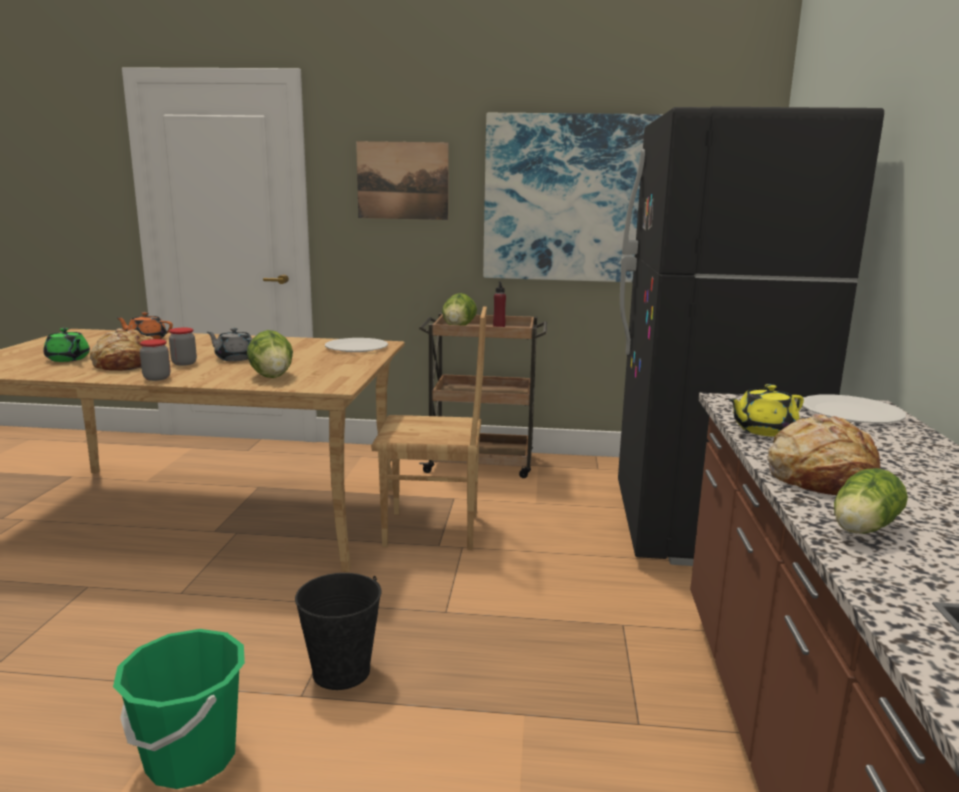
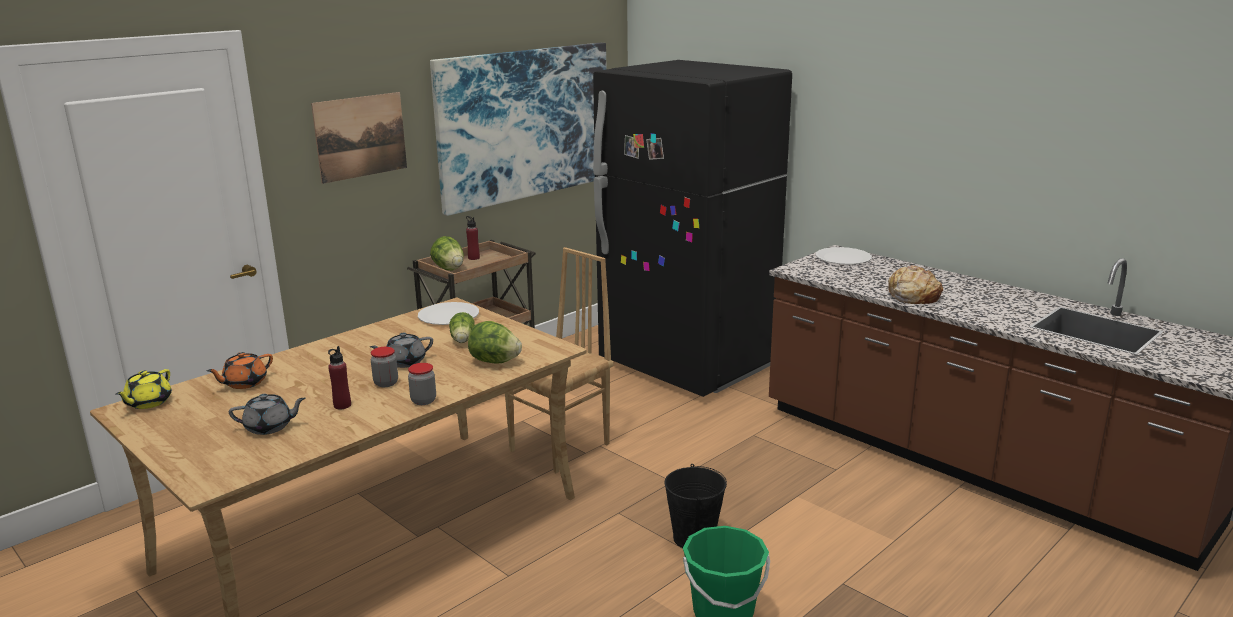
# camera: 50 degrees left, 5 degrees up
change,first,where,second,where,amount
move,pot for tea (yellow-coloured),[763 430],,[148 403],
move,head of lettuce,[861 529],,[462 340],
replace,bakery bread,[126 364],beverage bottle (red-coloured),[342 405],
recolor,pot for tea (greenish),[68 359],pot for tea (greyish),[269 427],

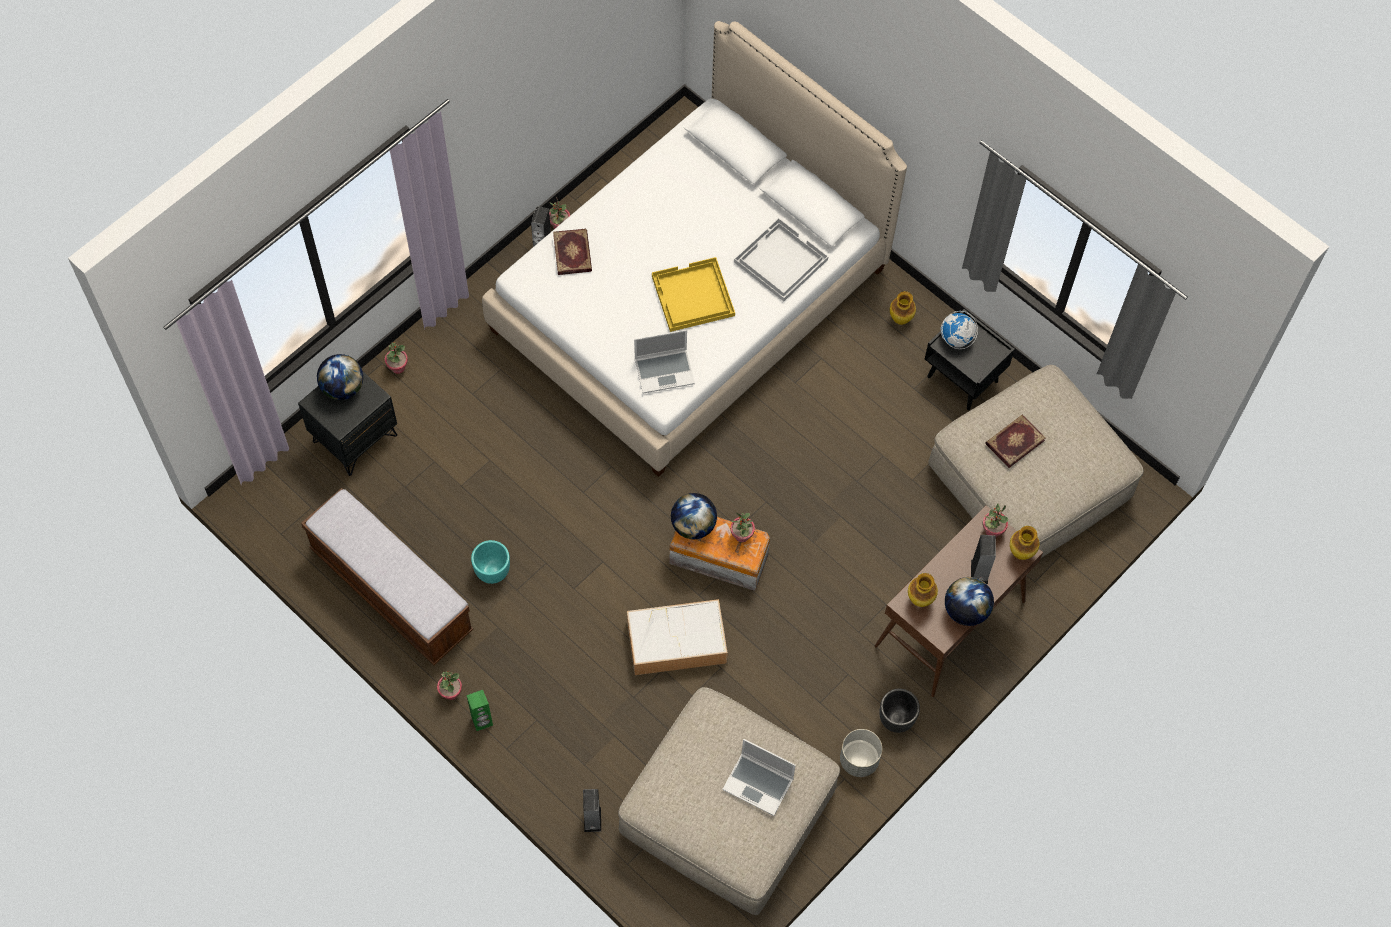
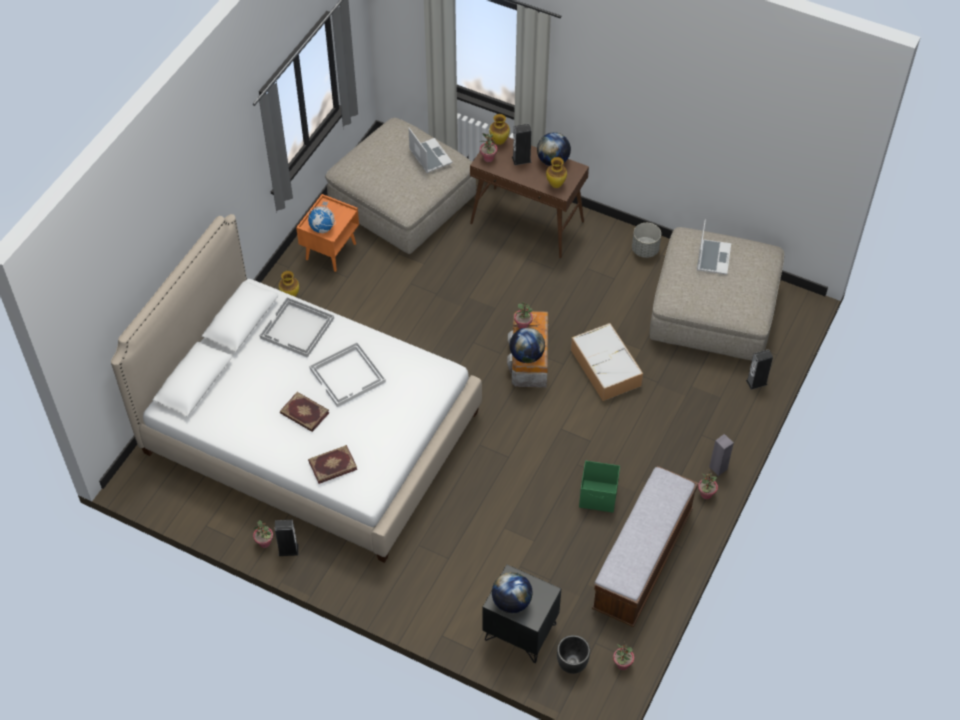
# camera: 105 degrees left, 10 degrees down
change,first,where,second,where,amount
move,potted plant,[397 367],,[622 664],
move,portable computer,[665 371],,[429 156],
move,planter (blackish),[896 718],,[572 663],
move,bound book,[1014 441],,[304 413],
replace,planter (turquoise),[492 572],storage bin (greenish),[598 496],
recolor,speaker (greenish),[482 721],speaker (greyish),[718 468],
recolor,tray (yellow-coloured),[692 296],tray (white-coloured),[348 375],
recolor,nightstand (blackish),[963 379],nightstand (orange-coloured),[330 251],

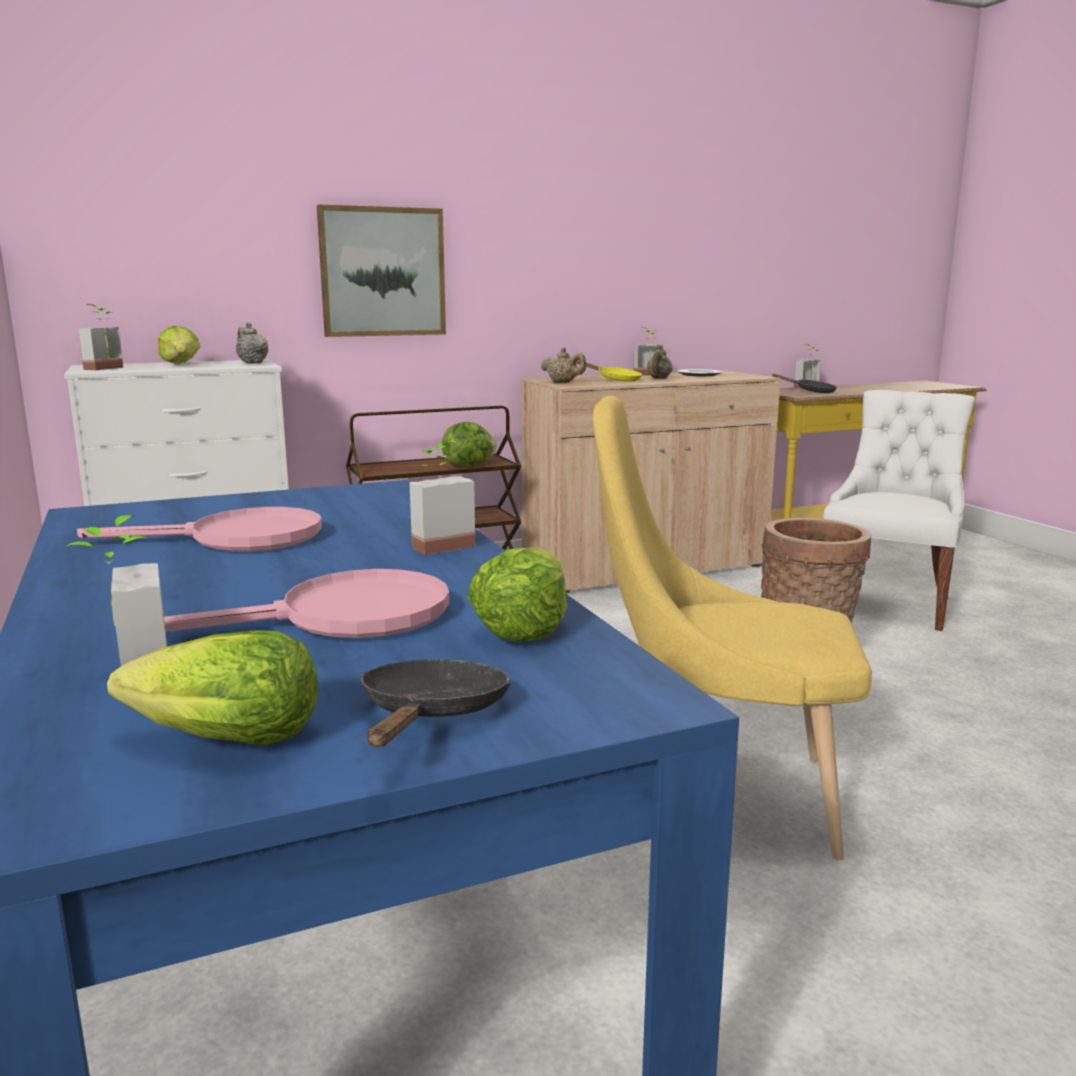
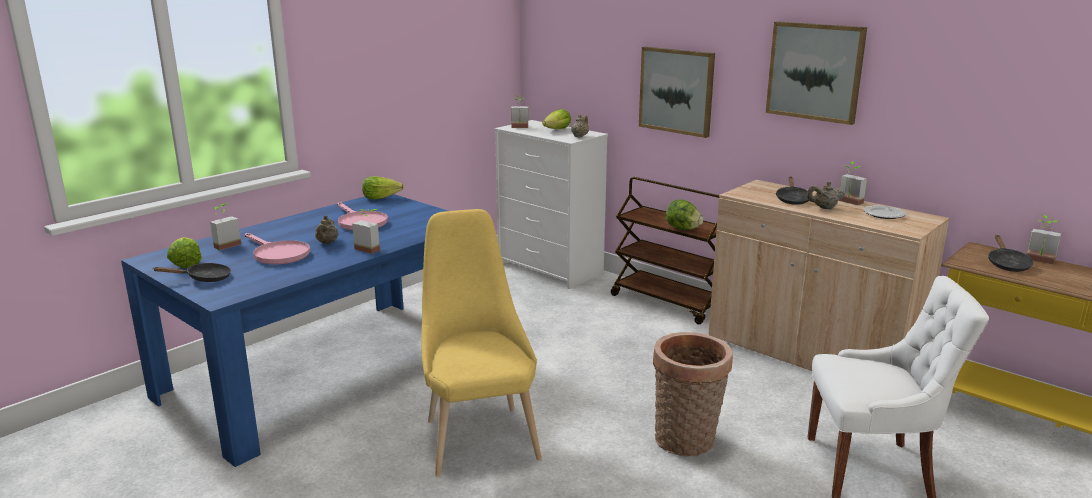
# camera: 65 degrees right, 5 degrees up
change,first,where,second,where,amount
insert,,,picture,[815 71],
move,head of lettuce,[523 627],,[381 198],
move,pot for tea (sand-coloured),[563 383],,[327 243],
recolor,frying pan (yellow-coloured),[615 380],frying pan (blackish),[792 199],

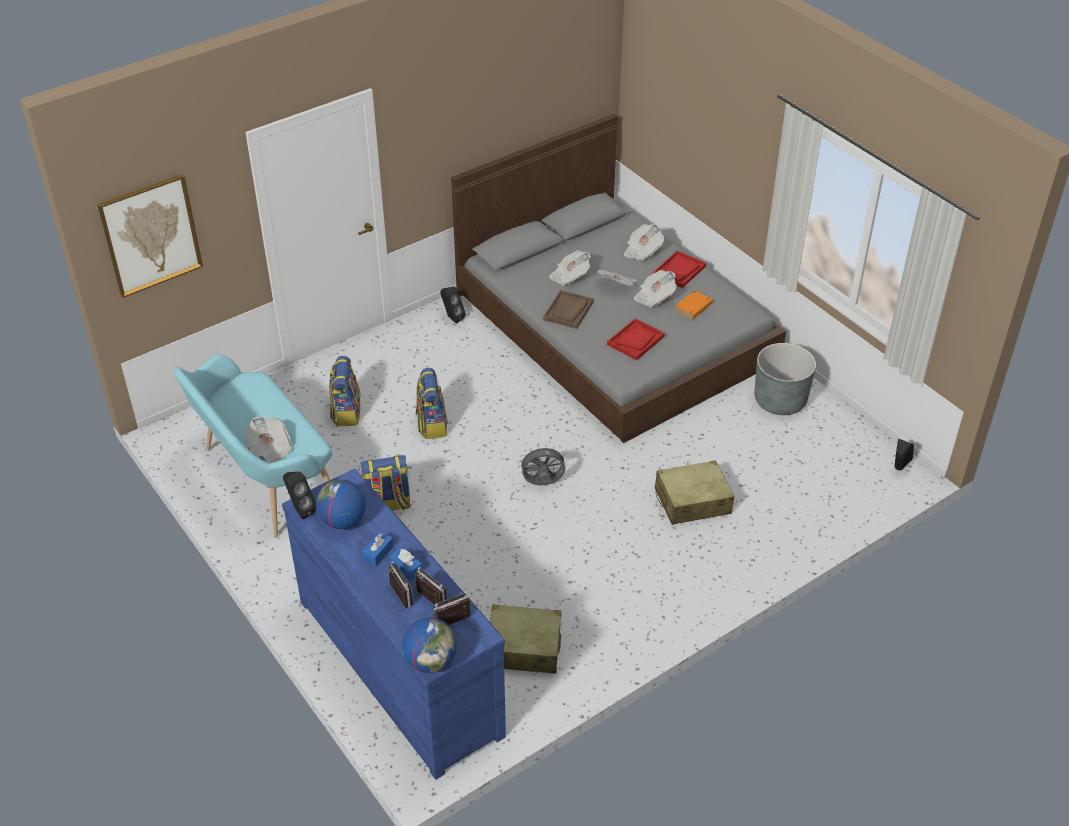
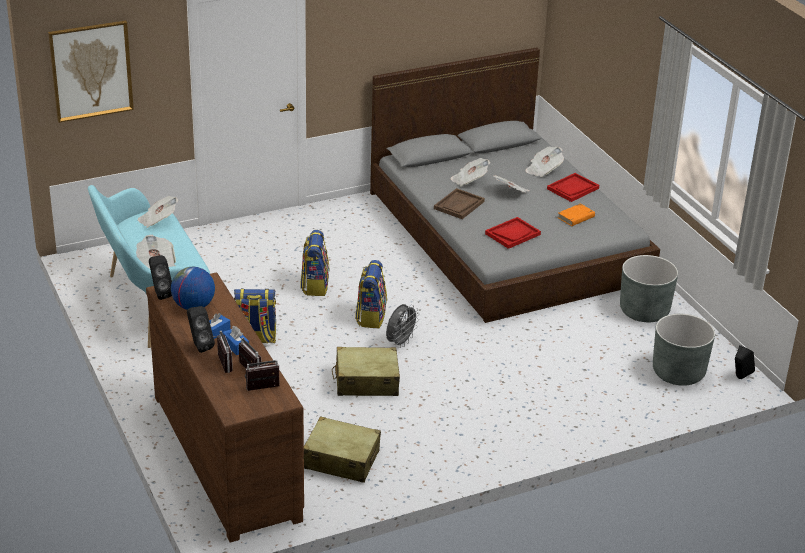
# camera: 10 degrees right, 10 degrees down
change,first,where,second,where,amount
delete,globe,[431 661],,,
insert,,,planter (greyish),[678 372],
move,rucksack,[346 412],,[371 317],
move,speaker (blackish),[452 318],,[199 346],
move,daily paper,[654 297],,[158 220],
move,suitcase (sand-coloured),[692 501],,[366 381],
recolor,dresser (blue),[400 665],dresser (brown),[226 455],
rotate,electric fan (greyish),[543 484],,[400 342],120 degrees clockwise

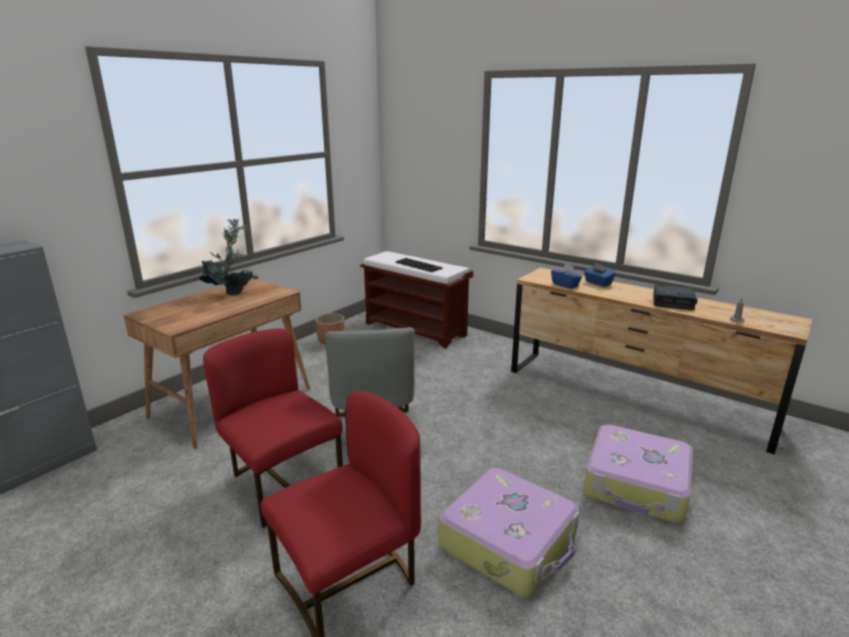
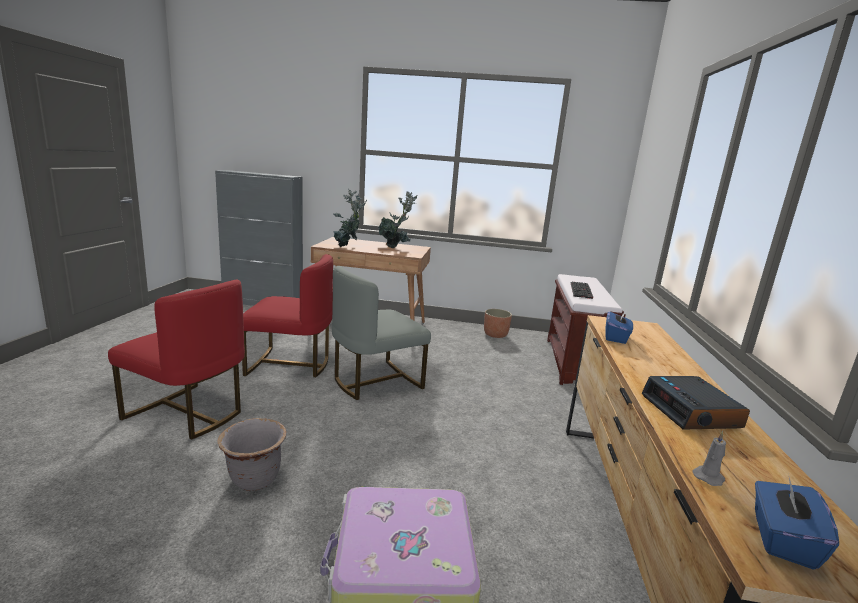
# camera: 60 degrees right, 5 degrees down
change,first,where,second,where,amount
insert,,,potted plant,[347 247],
move,tissue box (blue),[598 283],,[781 539],
replace,suitcase,[509 541],planter (greyish),[255 479],
rotate,upright chair (red-coloured),[282 482],,[290 364],75 degrees clockwise

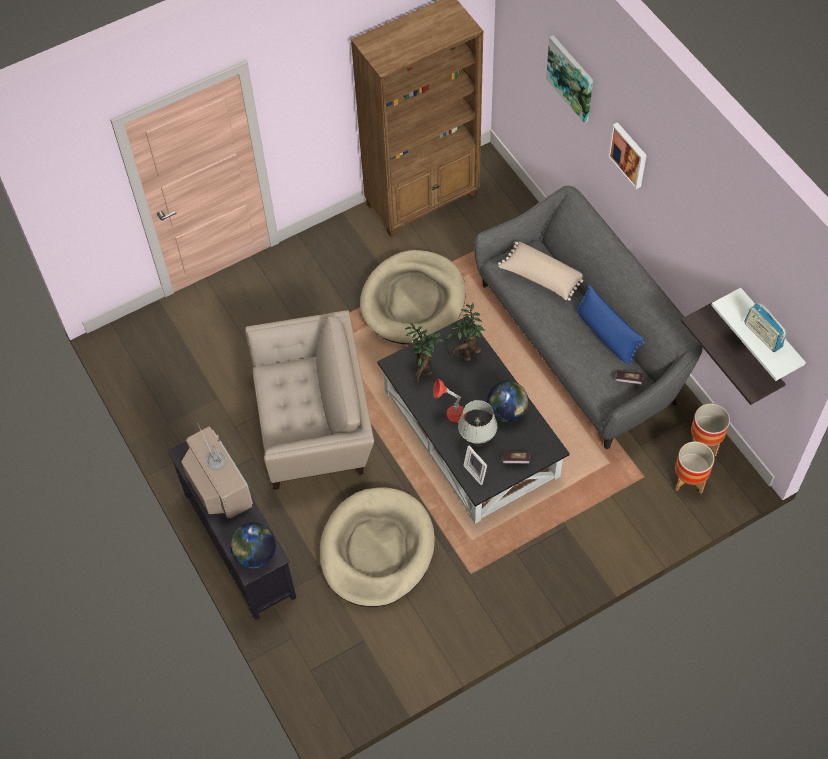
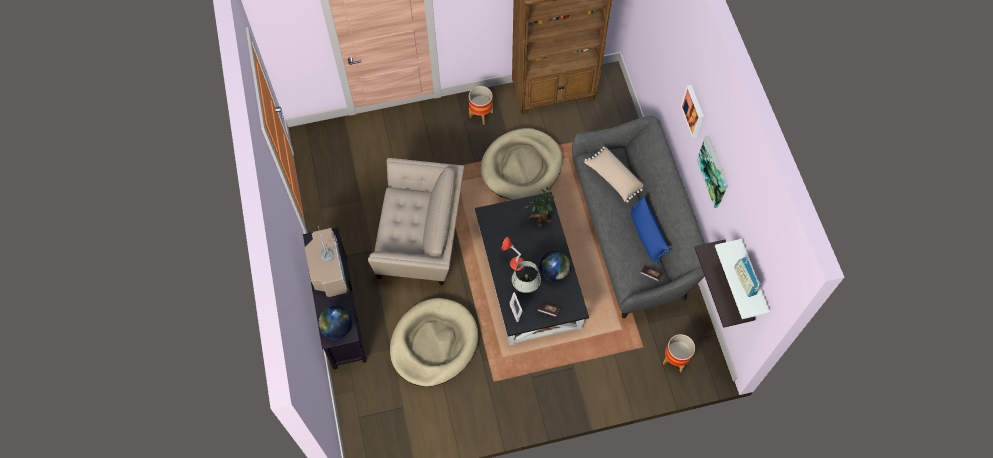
# camera: 15 degrees right, 5 degrees up
change,first,where,second,where,amount
delete,potted plant,[424 370],,,
move,picture,[571 78],,[714 171],
move,planter,[704 442],,[481 114],

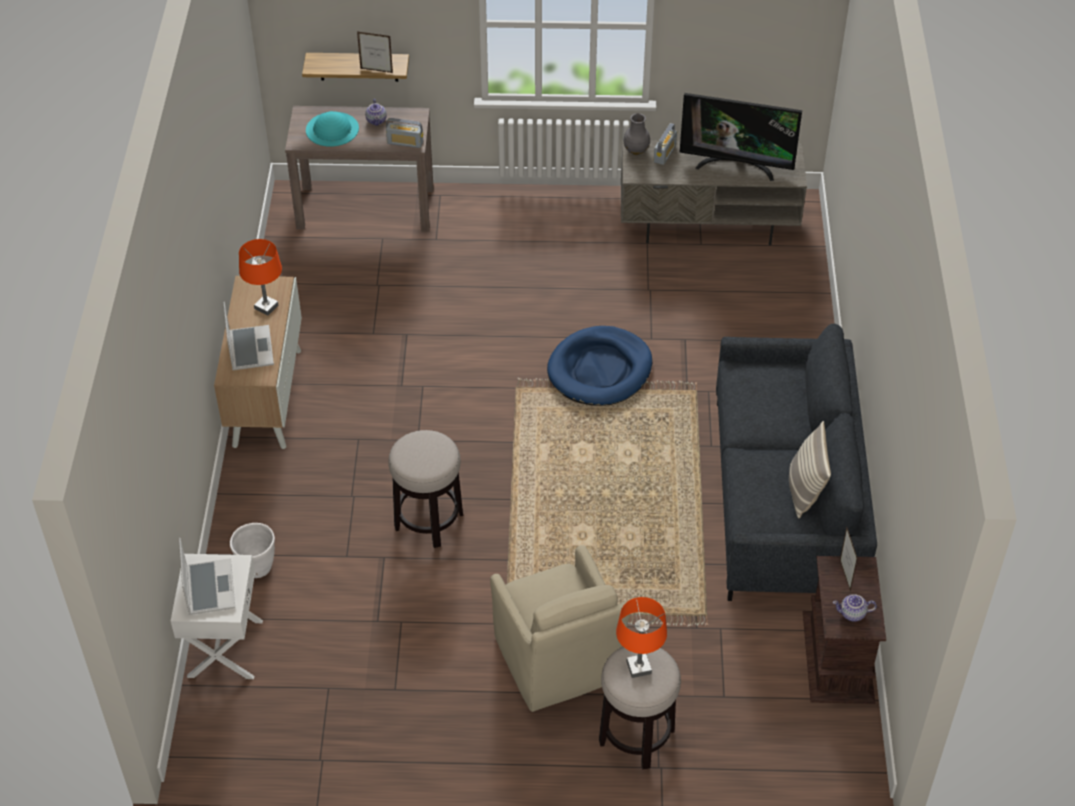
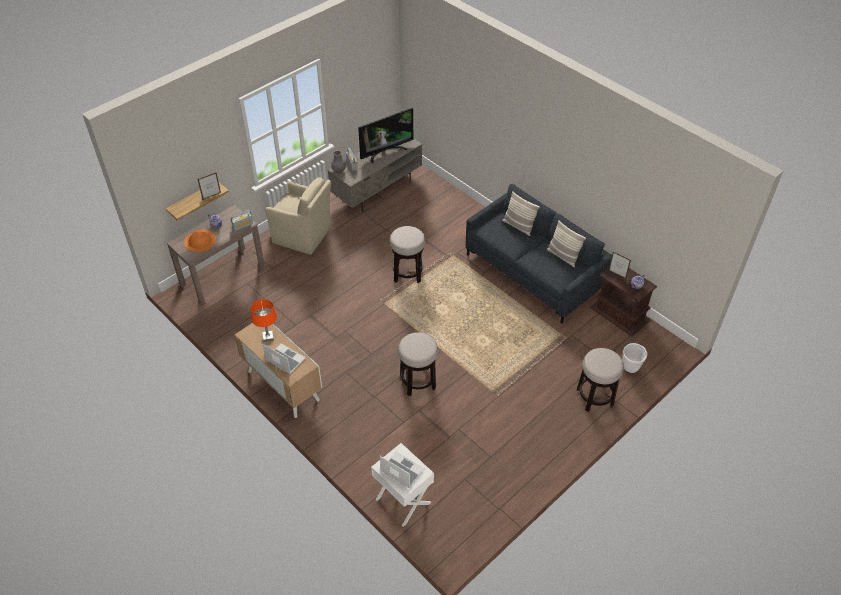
# camera: 45 degrees left, 0 degrees up
change,first,where,second,where,amount
delete,table lamp (orange-coloured),[638 668],,,
insert,,,throw pillow,[518 226],
move,planter (white-coloured),[257 568],,[630 368],
move,armchair (sand-coloured),[557 663],,[303 236],
replace,dog bed (blue),[600 370],stool,[408 273],
recolor,wearable hat (turquoise),[332 129],wearable hat (orange-coloured),[200 241],

